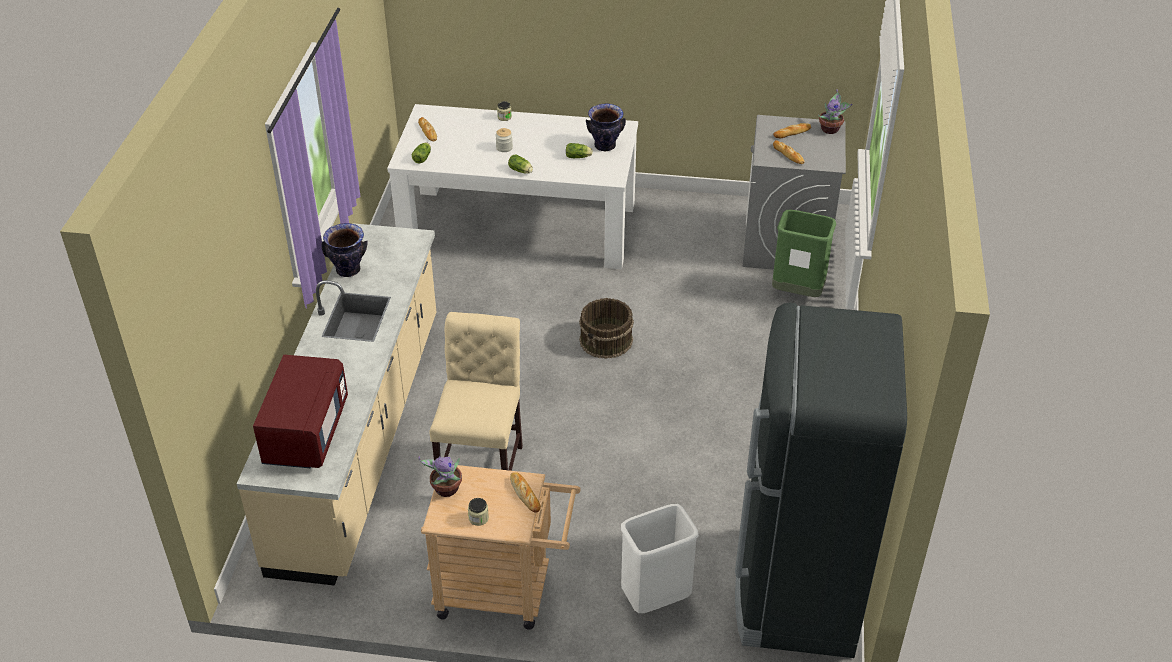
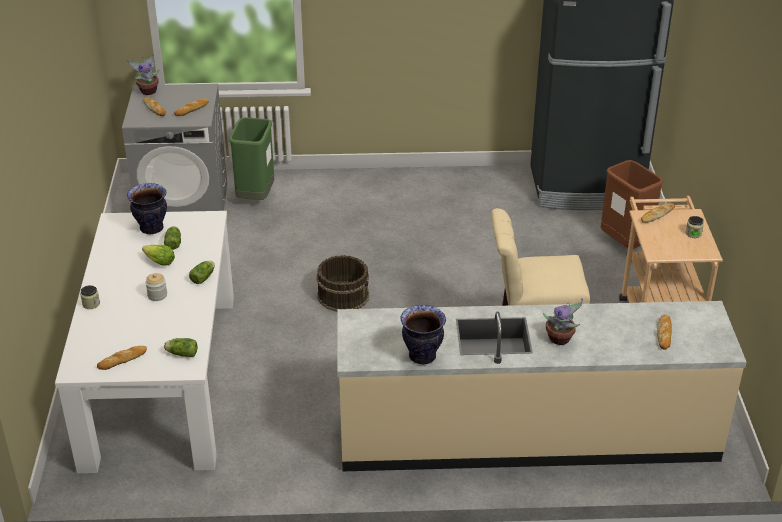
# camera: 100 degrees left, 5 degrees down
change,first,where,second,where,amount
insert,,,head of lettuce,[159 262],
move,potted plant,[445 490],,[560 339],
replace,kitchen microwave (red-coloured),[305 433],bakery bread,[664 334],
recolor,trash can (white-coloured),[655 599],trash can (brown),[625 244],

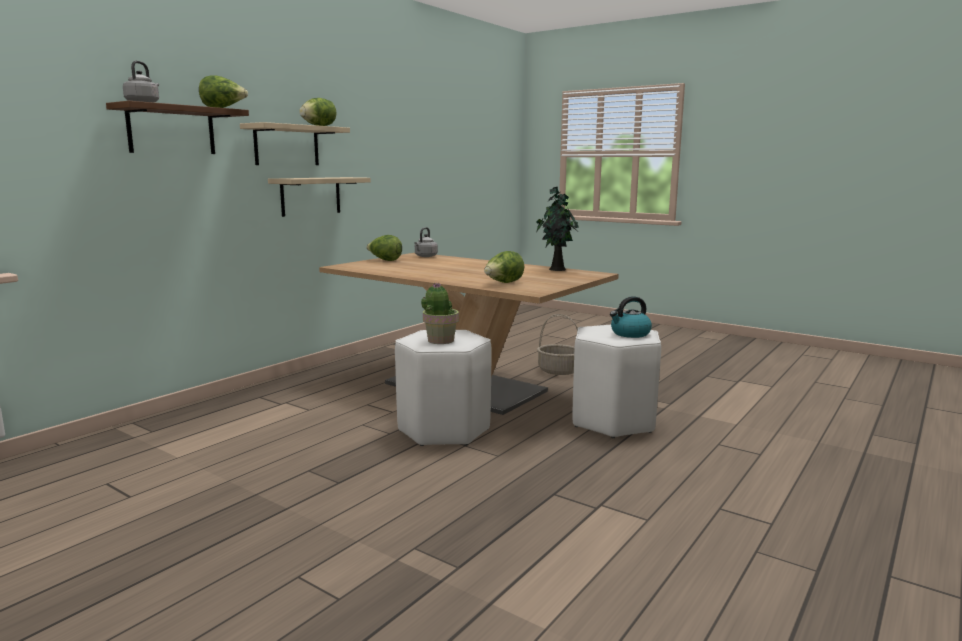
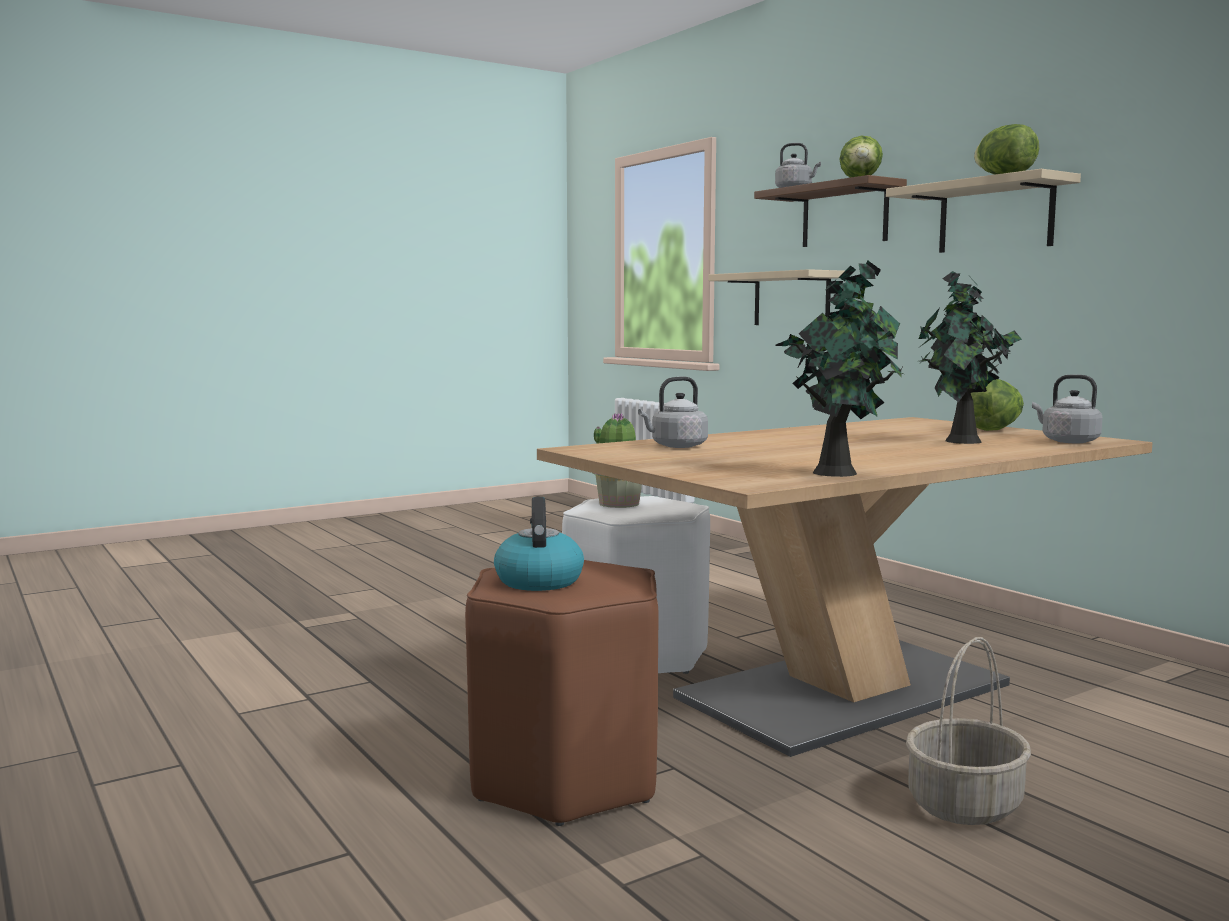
# camera: 110 degrees right, 5 degrees down
change,first,where,second,where,amount
insert,,,potted plant,[961 441],
move,wall shelf (sand-coloured),[310 196],,[791 299],
replace,head of lettuce,[503 283],water kettle (greyish),[676 446],
recolor,stool (white-coloured),[612 422],stool (brown),[565 778],

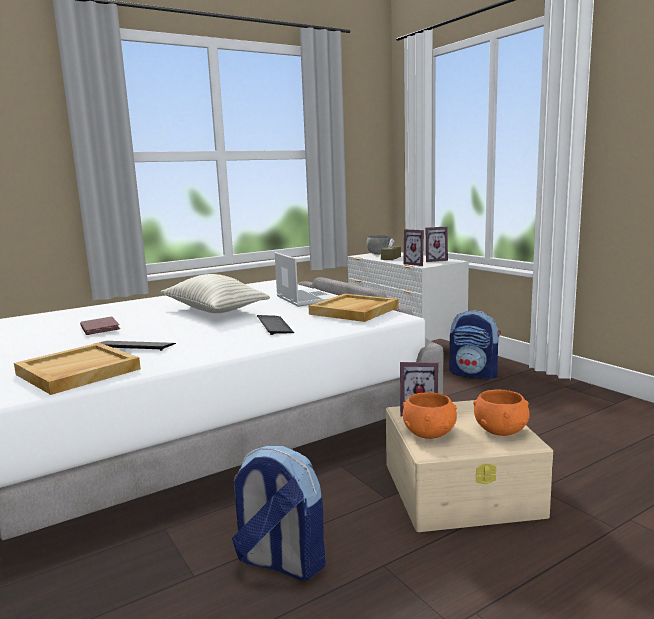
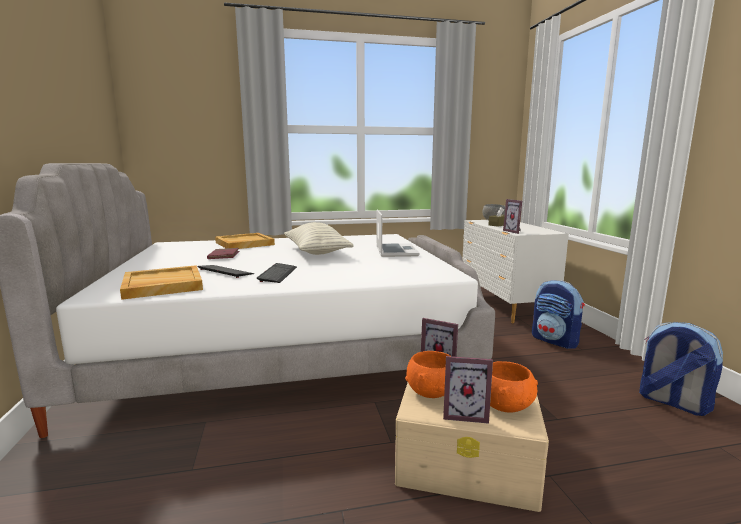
# camera: 20 degrees right, 0 degrees up
change,first,where,second,where,amount
move,rucksack,[280 562],,[671 402],
move,keyboard,[274 326],,[278 274],
move,tray (sand-coloured),[354 311],,[244 244],
move,standing frame,[434 260],,[465 414],

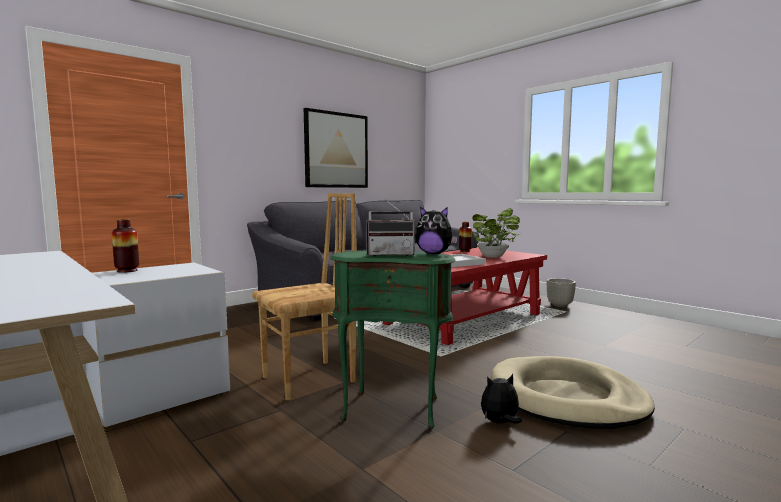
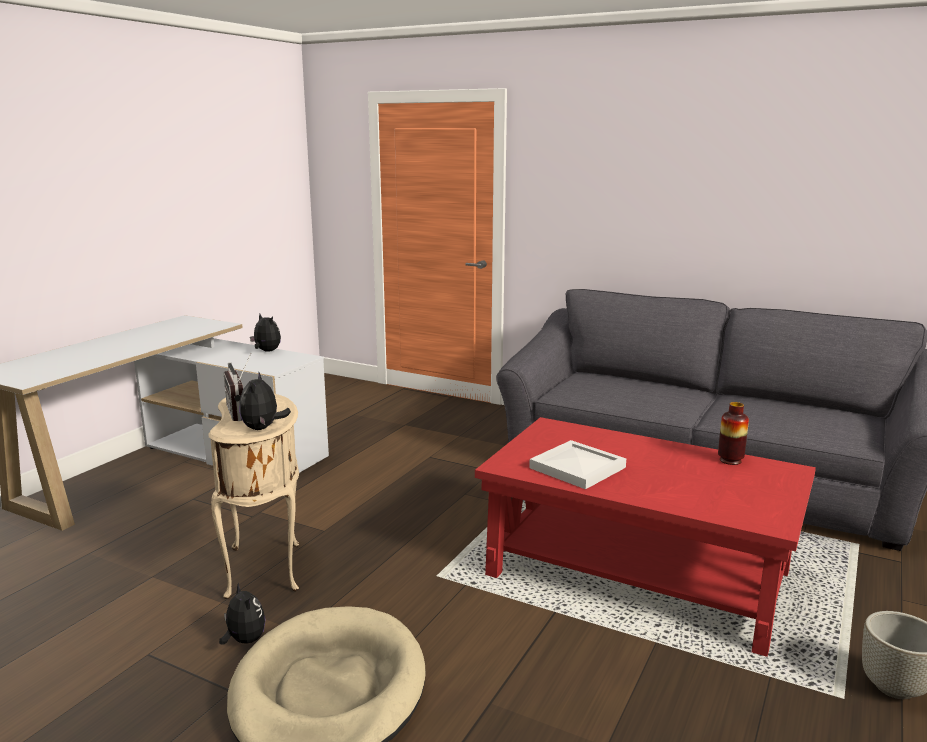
# camera: 70 degrees right, 10 degrees up
change,first,where,second,where,amount
delete,upright chair (brown),[310 379],,,
delete,picture,[336 150],,,
delete,potted plant,[494 257],,,
replace,flower vase,[127 271],cuddly toy,[266 351],
recolor,end table (greenish),[393 408],end table (sand-coloured),[267 569],

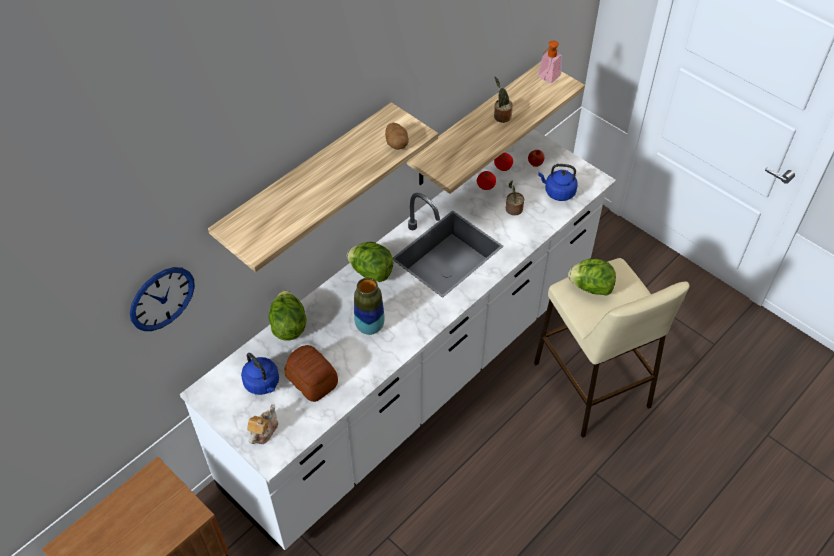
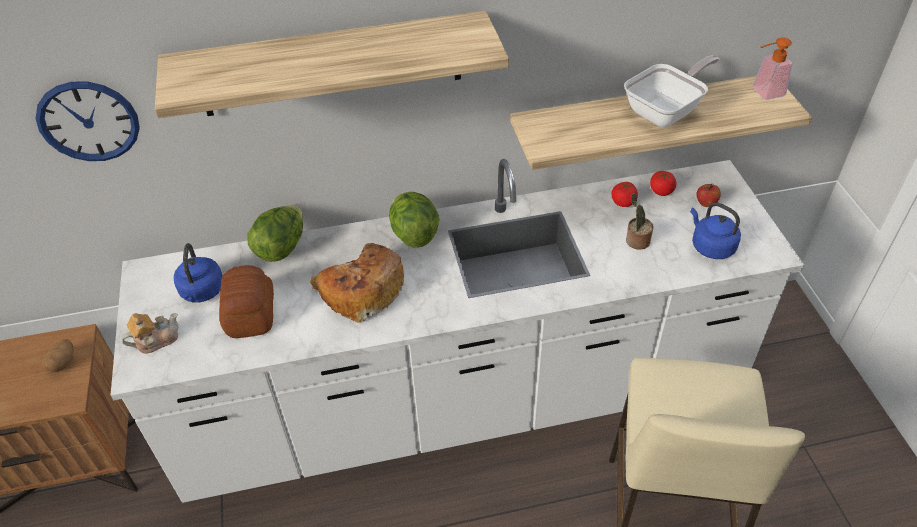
# camera: 35 degrees right, 5 degrees down
change,first,where,second,where,amount
delete,head of lettuce,[590 287],,,
move,potato,[396 143],,[63 363],
replace,flower vase,[370 326],bakery bread,[360 289],
replace,potted plant,[501 116],frying pan,[666 111],

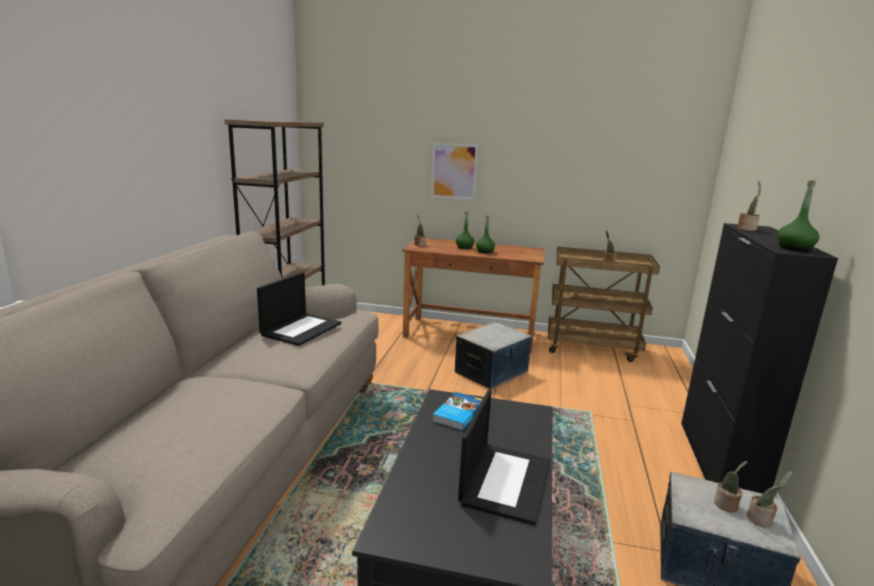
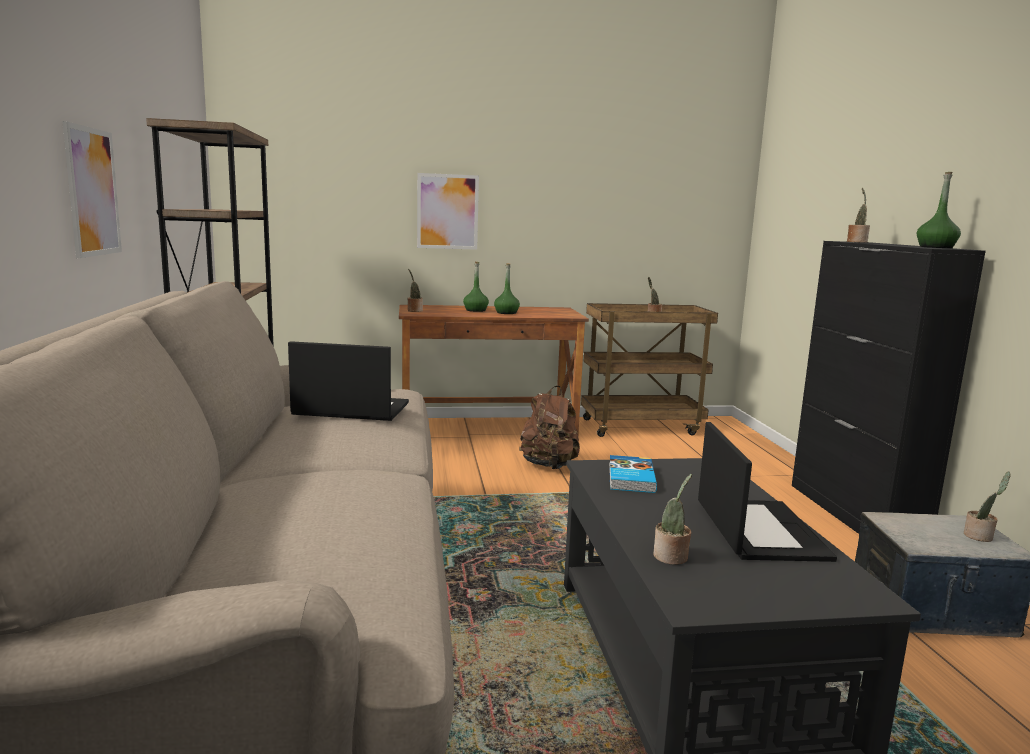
# camera: 20 degrees left, 5 degrees down
change,first,where,second,where,amount
insert,,,picture,[92 192],
move,potted plant,[726 506],,[671 558],
replace,storage bin,[492 372],rucksack (brown),[549 465],
rotate,portable computer,[301 329],,[350 409],90 degrees counterclockwise

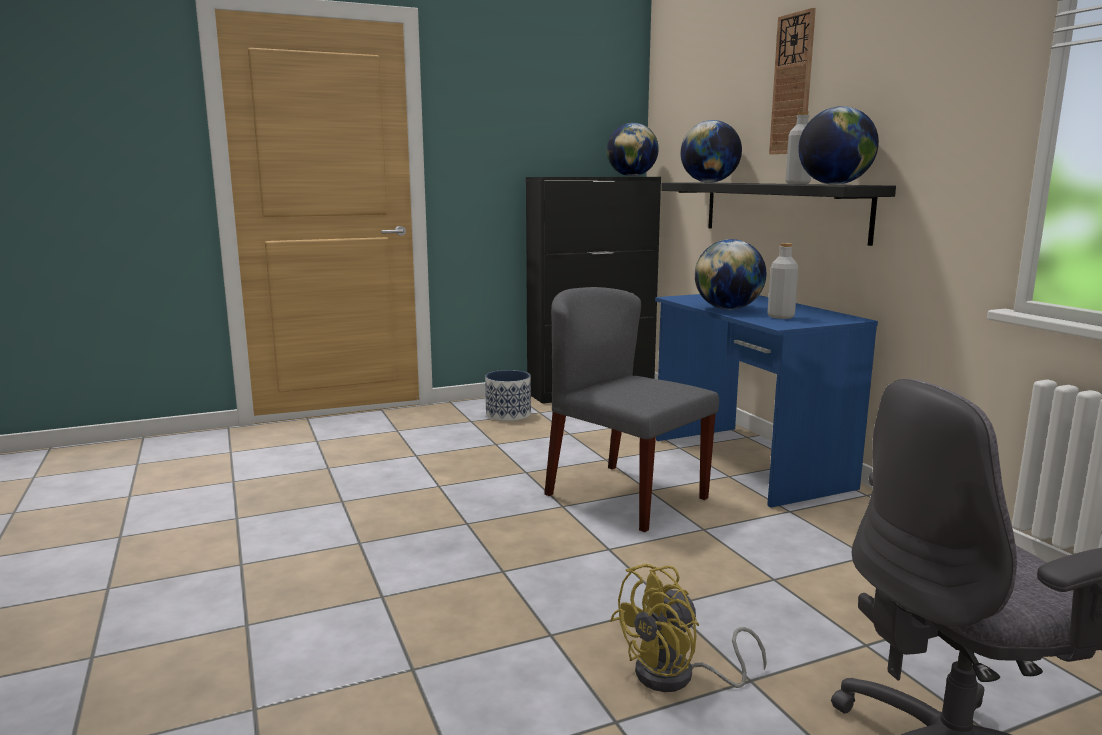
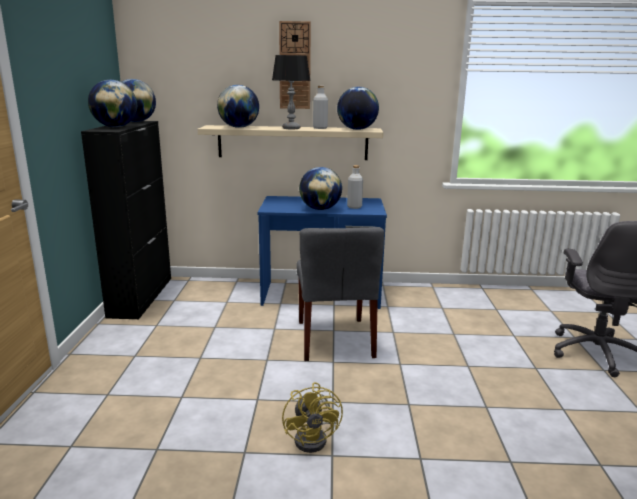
# camera: 65 degrees left, 5 degrees up
change,first,where,second,where,amount
delete,planter,[508 414],,,
insert,,,globe,[115 127],
insert,,,table lamp,[291 128],
move,electric fan (yellow-coloured),[677 677],,[315 438],
recolor,wall shelf (blackish),[781 210],wall shelf (sand-coloured),[292 142],
rotate,upright chair (greyish),[624 496],,[335 339],75 degrees counterclockwise

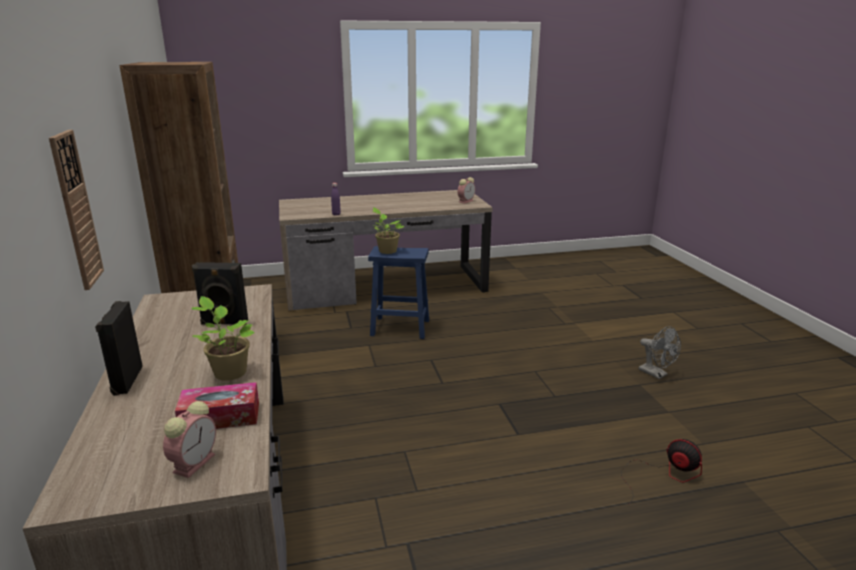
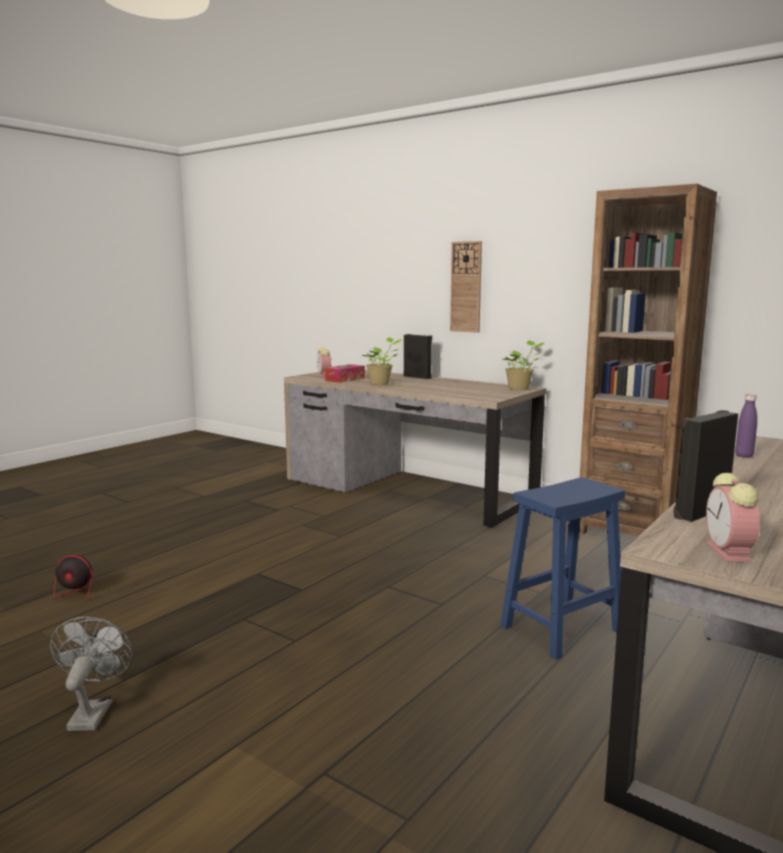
# camera: 140 degrees right, 10 degrees down
change,first,where,second,where,amount
move,speaker (blackish),[224 323],,[699 512],
move,potted plant,[386 251],,[520 389],
rotate,electric fan (greyish),[656 374],,[92 711],75 degrees clockwise

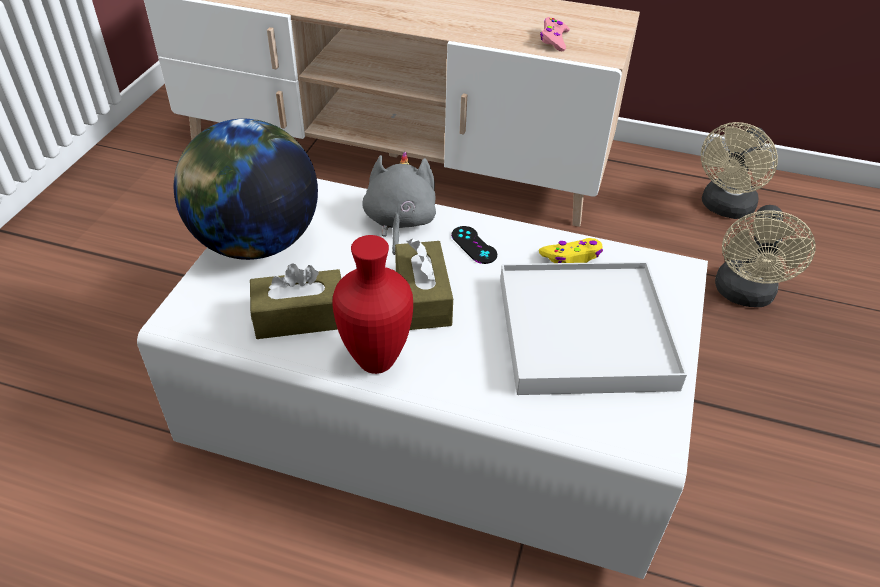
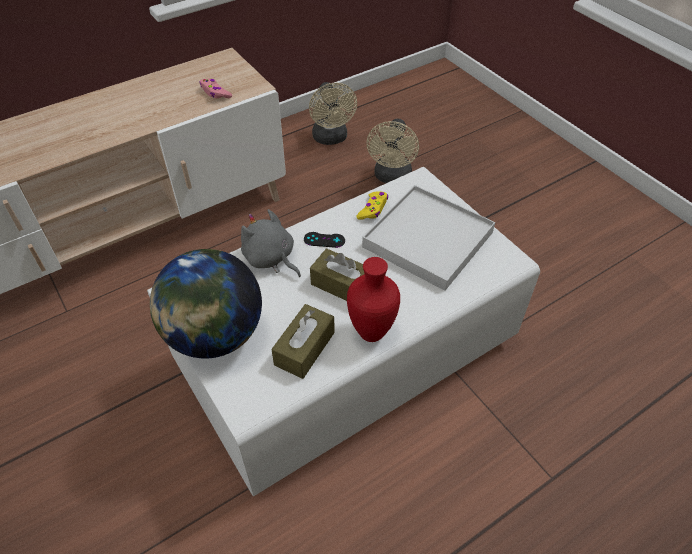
# camera: 50 degrees left, 5 degrees up
change,first,where,second,where,amount
rotate,electric fan (sand-coloured),[744 295],,[392 177],45 degrees clockwise

